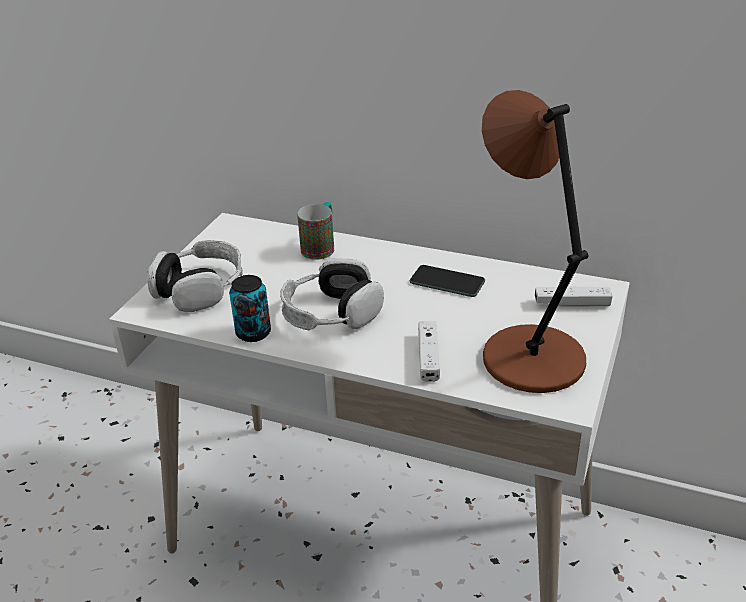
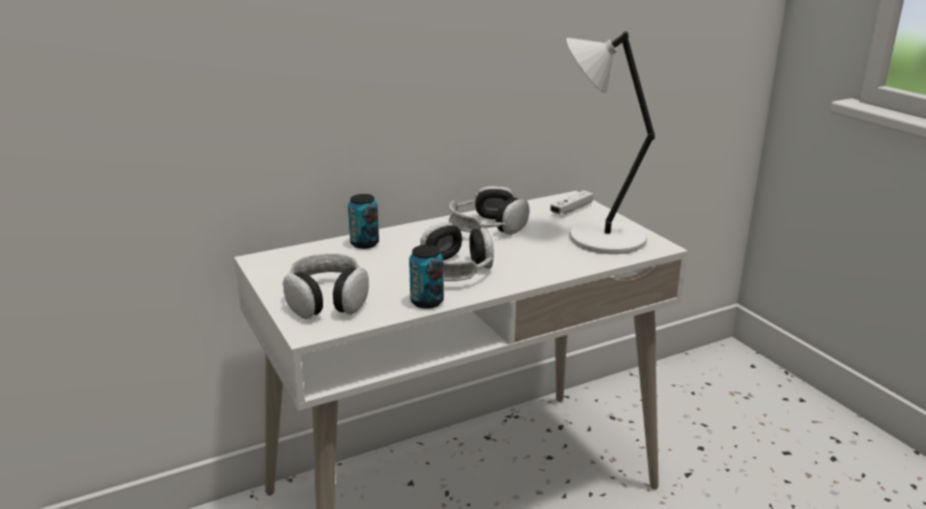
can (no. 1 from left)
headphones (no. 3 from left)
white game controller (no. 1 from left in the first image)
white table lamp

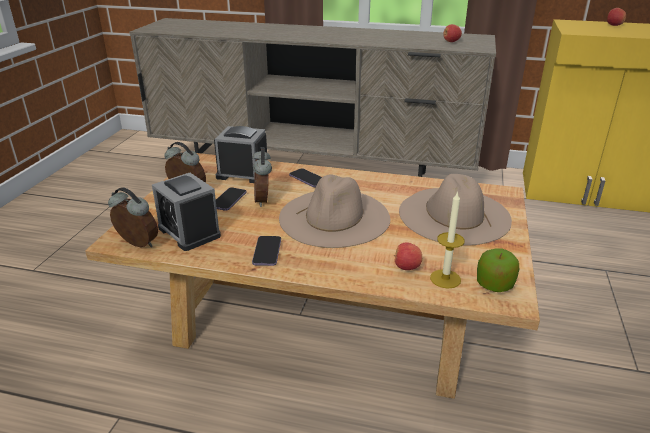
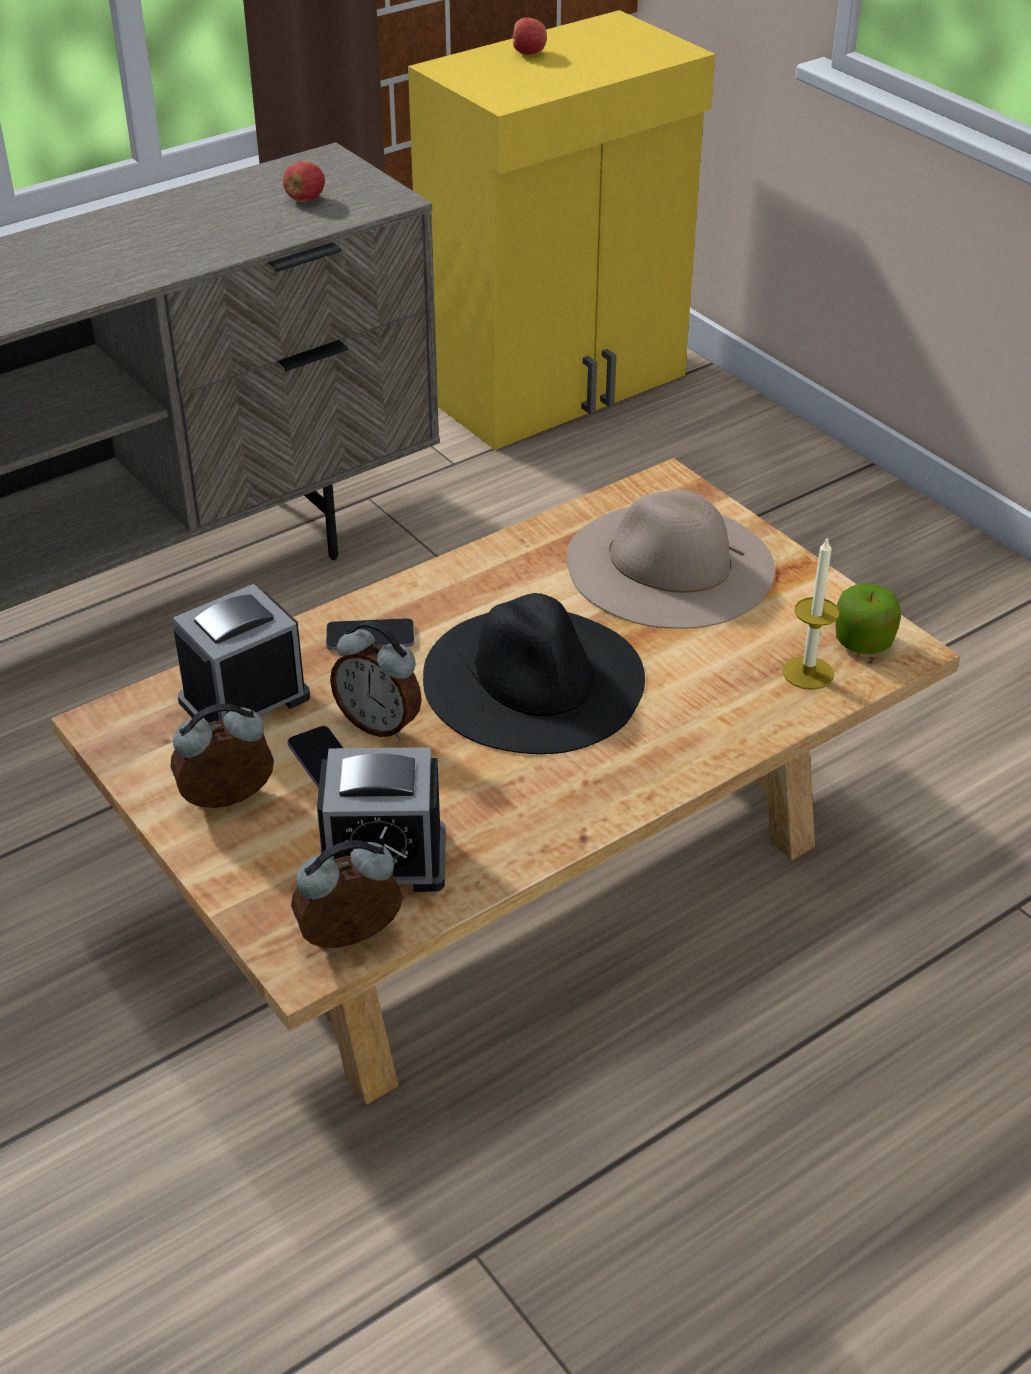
phone (no. 2 from left in the first image)
black hat
apple (no. 1 from left in the first image)

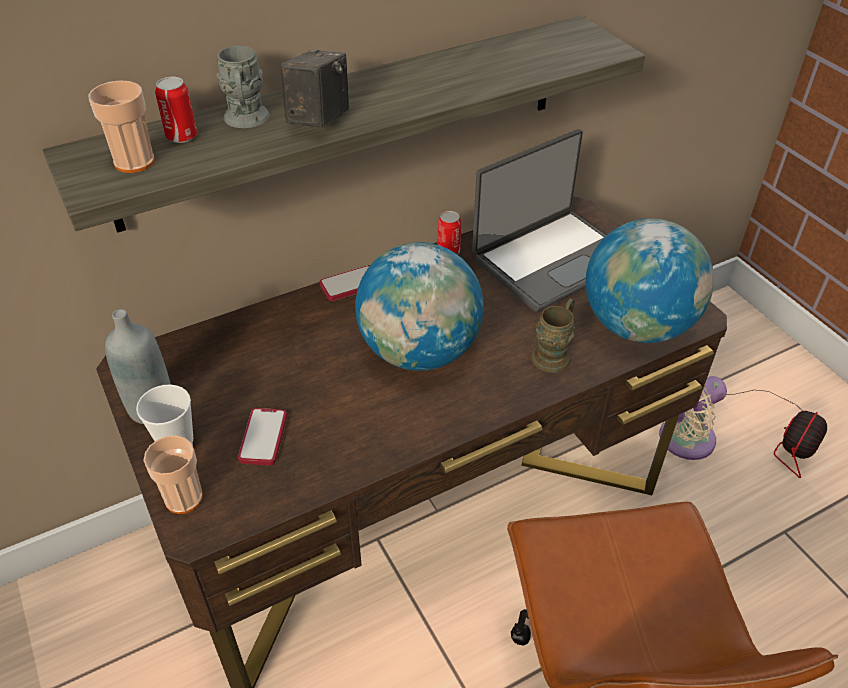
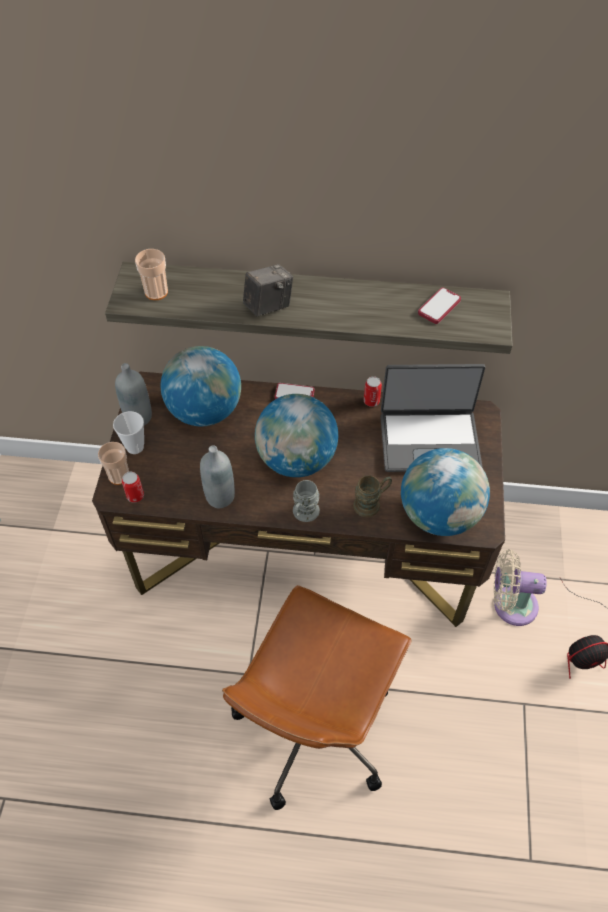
can (no. 1 from left)
grey mug
phone (no. 2 from left)
globe (no. 1 from left)
grey bottle (no. 2 from left)

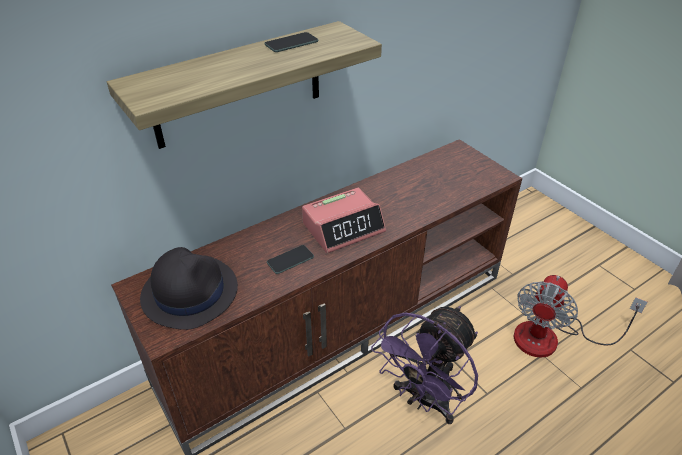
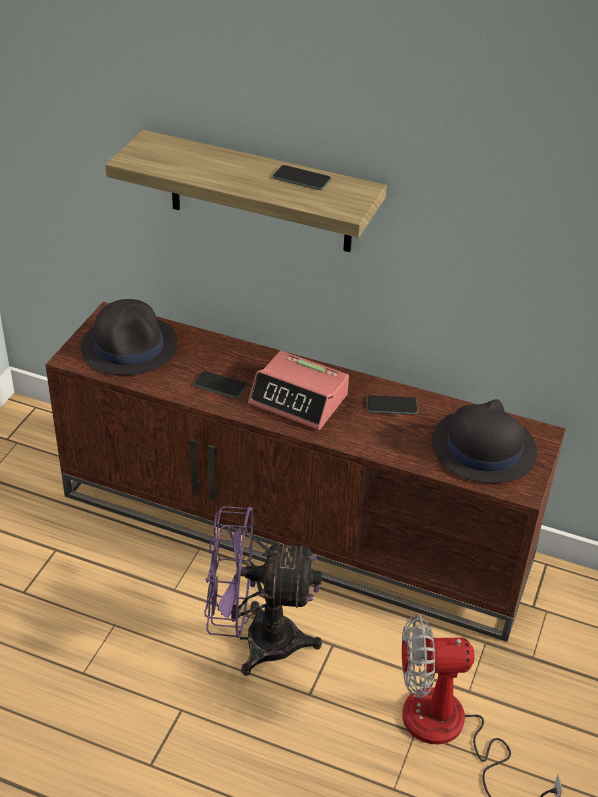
phone (no. 3 from left)
black hat (no. 2 from left)

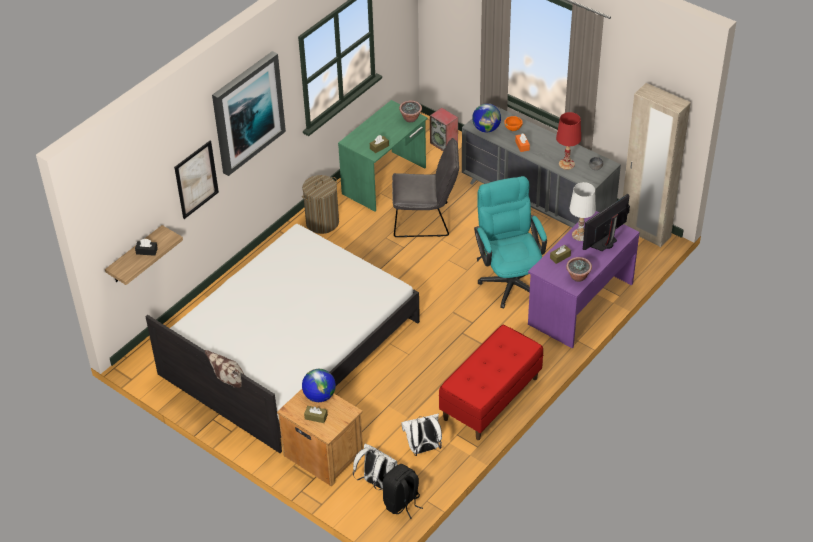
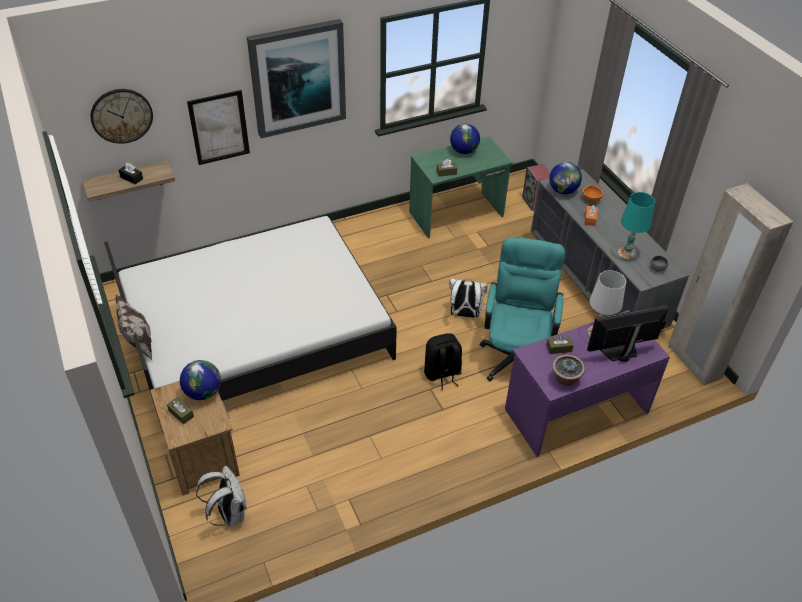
laundry basket
black backpack
grey chair
potted plant (no. 1 from left in the first image)
white backpack (no. 2 from left)
red bench
turquoise table lamp
wall clock
globe (no. 2 from left)

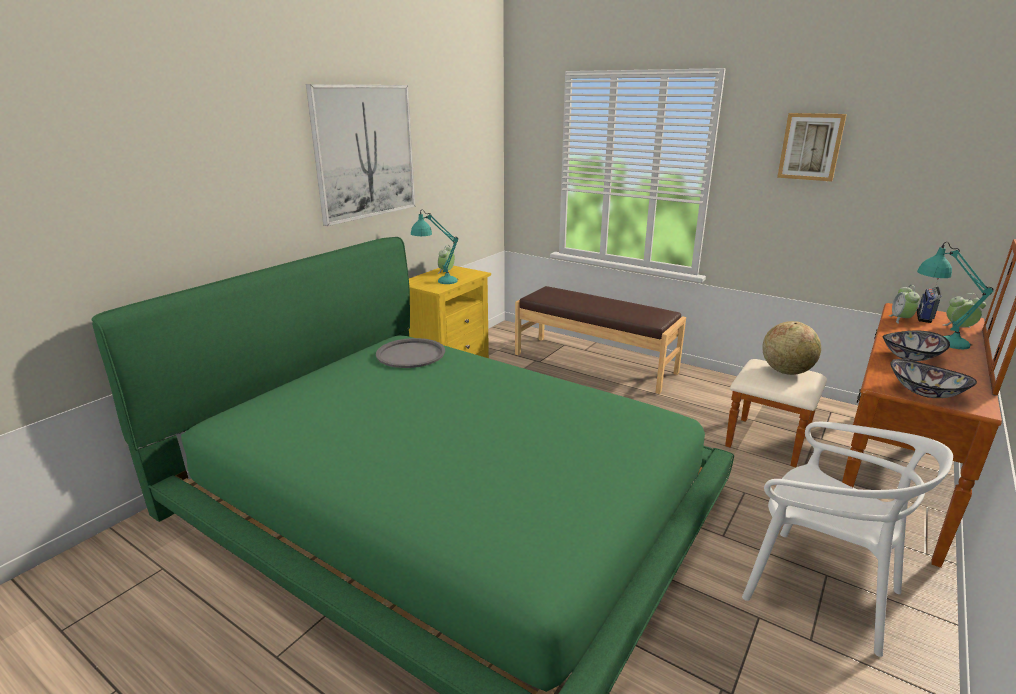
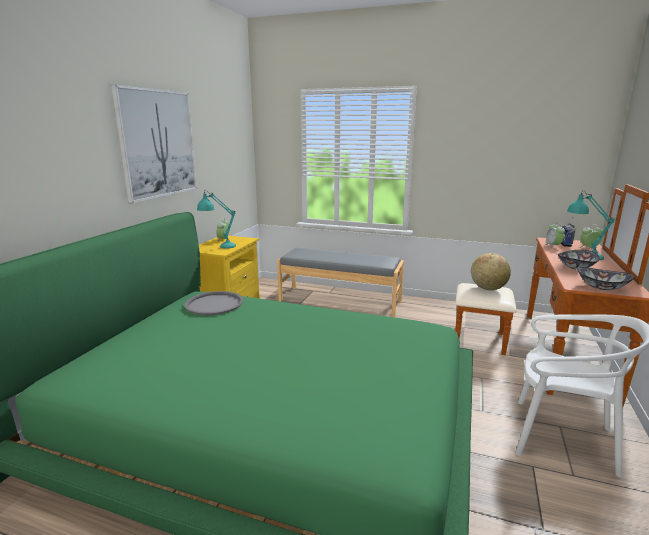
grey bench
picture (no. 2 from left in the first image)

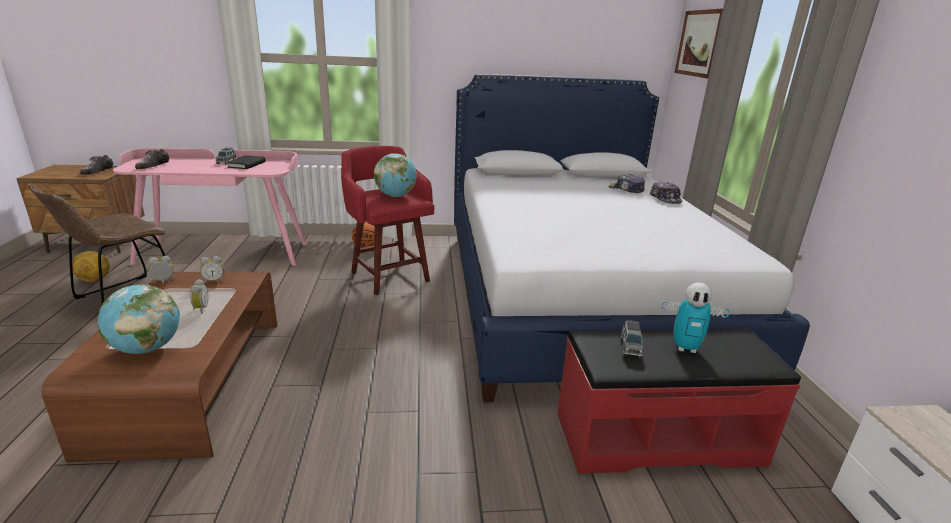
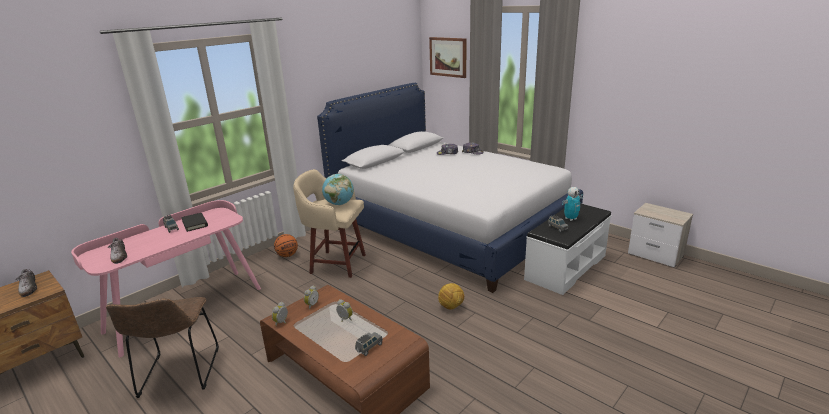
football
grey toy car (no. 2 from left)
beige stool
white bench

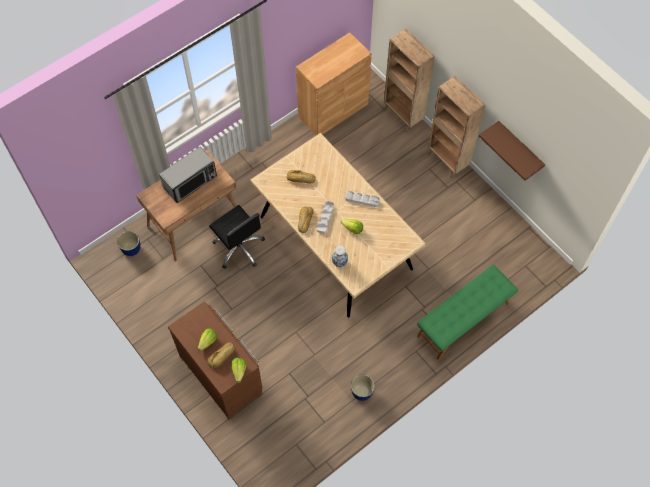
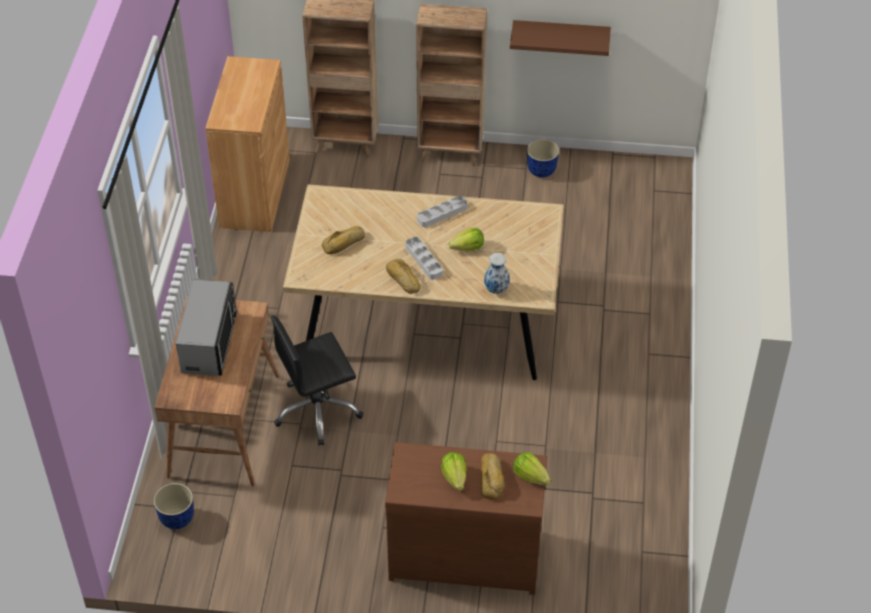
black office chair
planter (no. 2 from left)
green bench

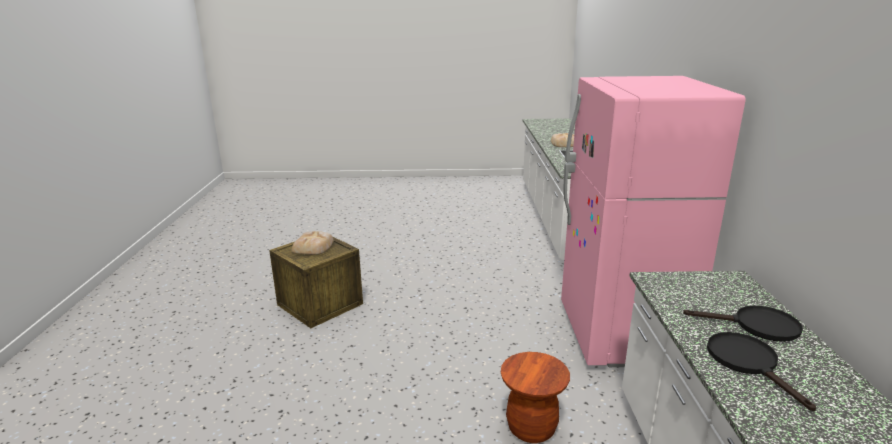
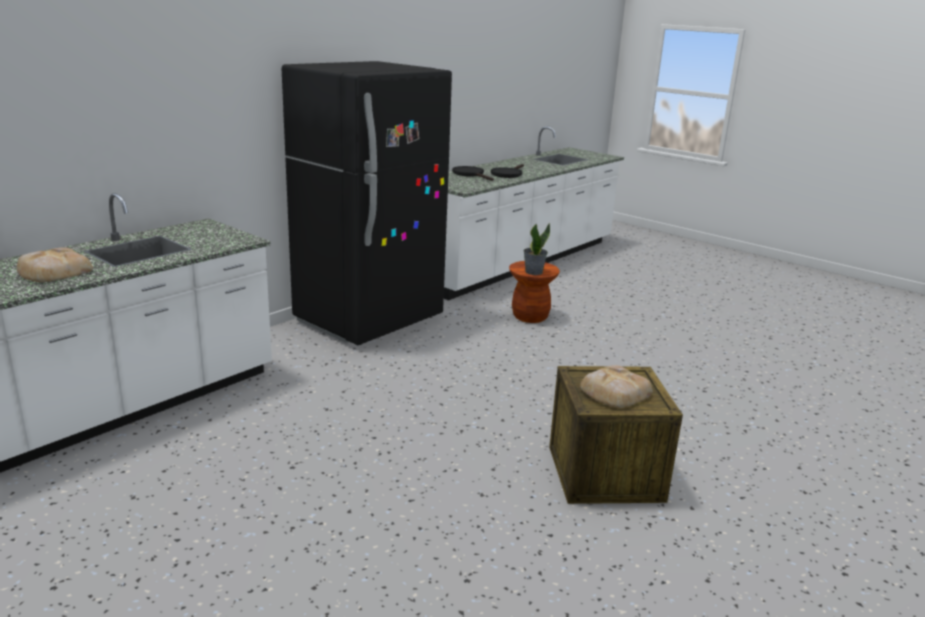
black fridge
potted plant

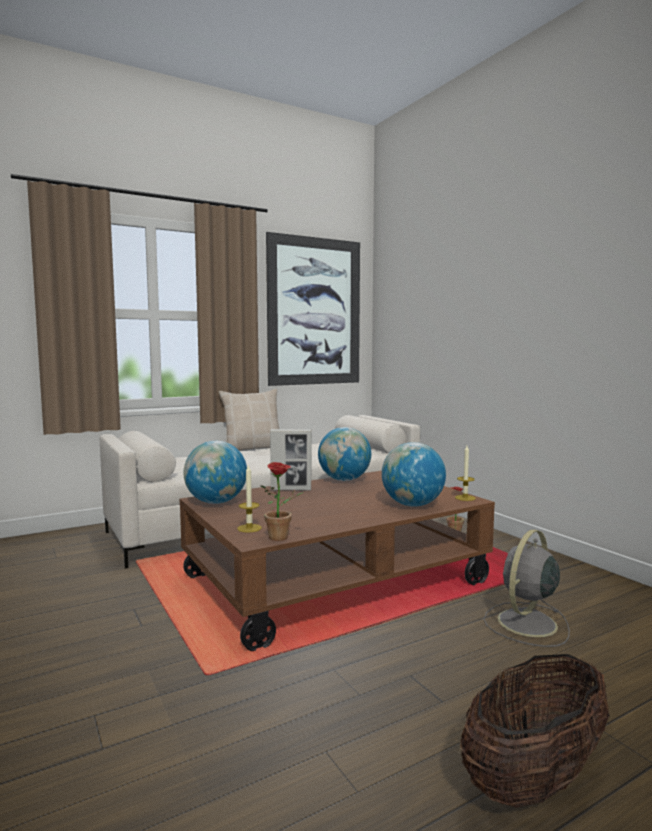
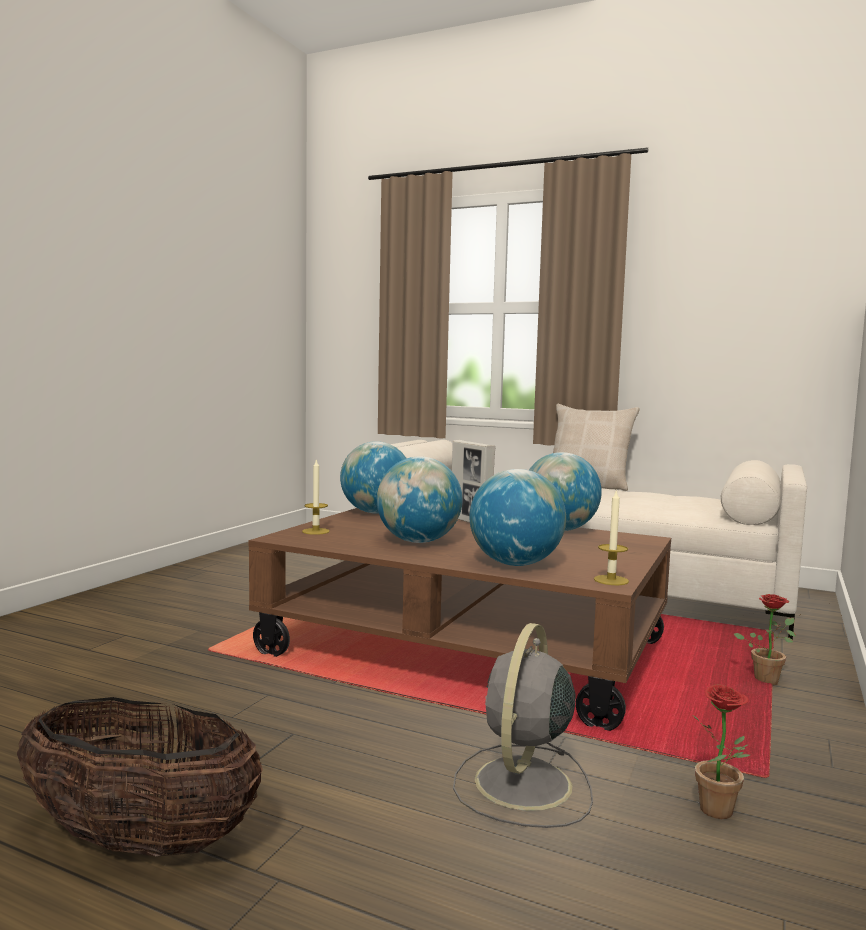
potted plant (no. 1 from left)
picture
grey fan
globe (no. 2 from left)

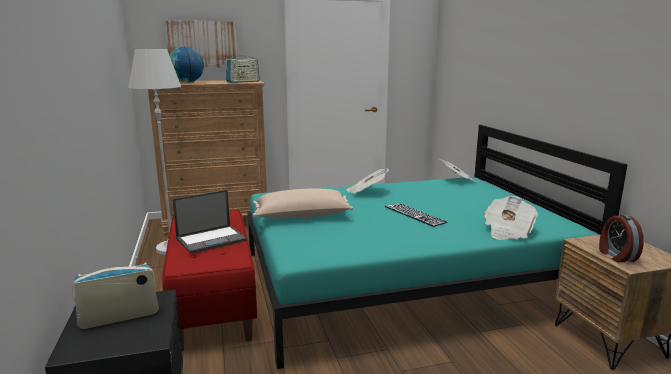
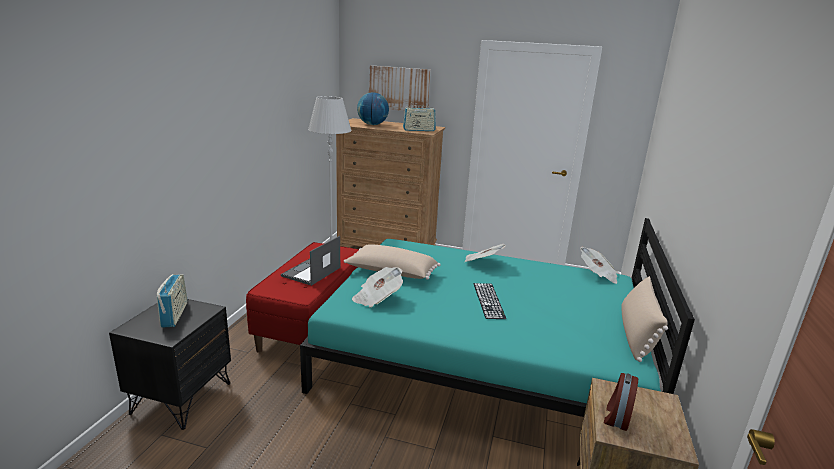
radio (no. 1 from left)
laptop
newspaper (no. 1 from left)
beige pillow (no. 2 from left)

